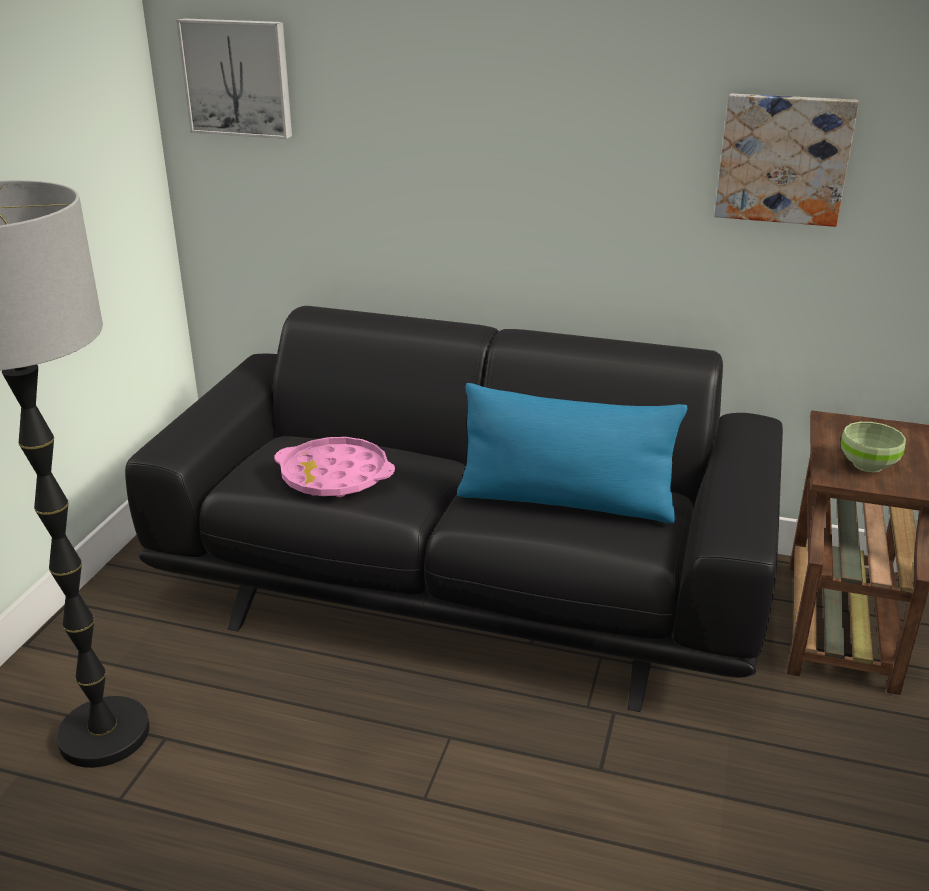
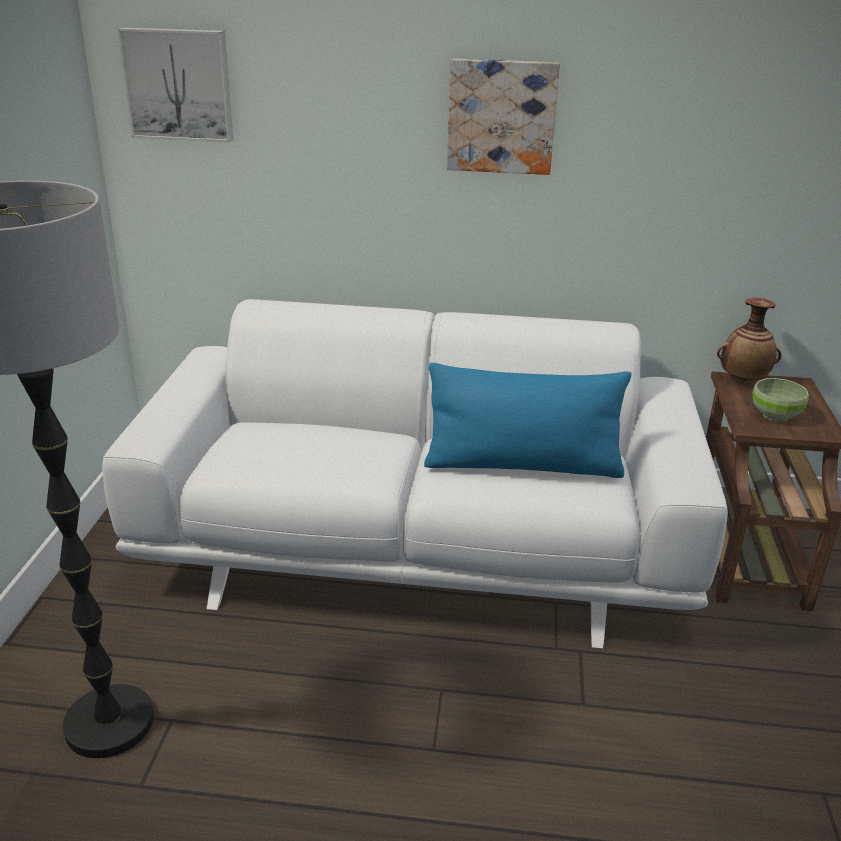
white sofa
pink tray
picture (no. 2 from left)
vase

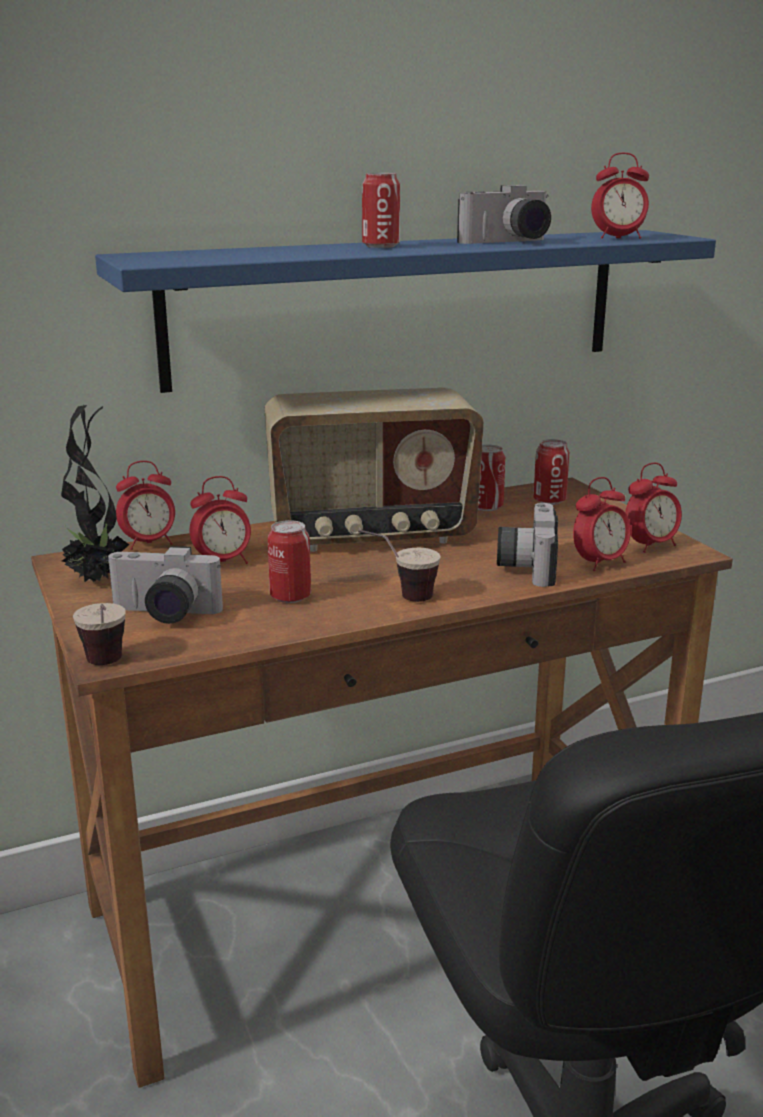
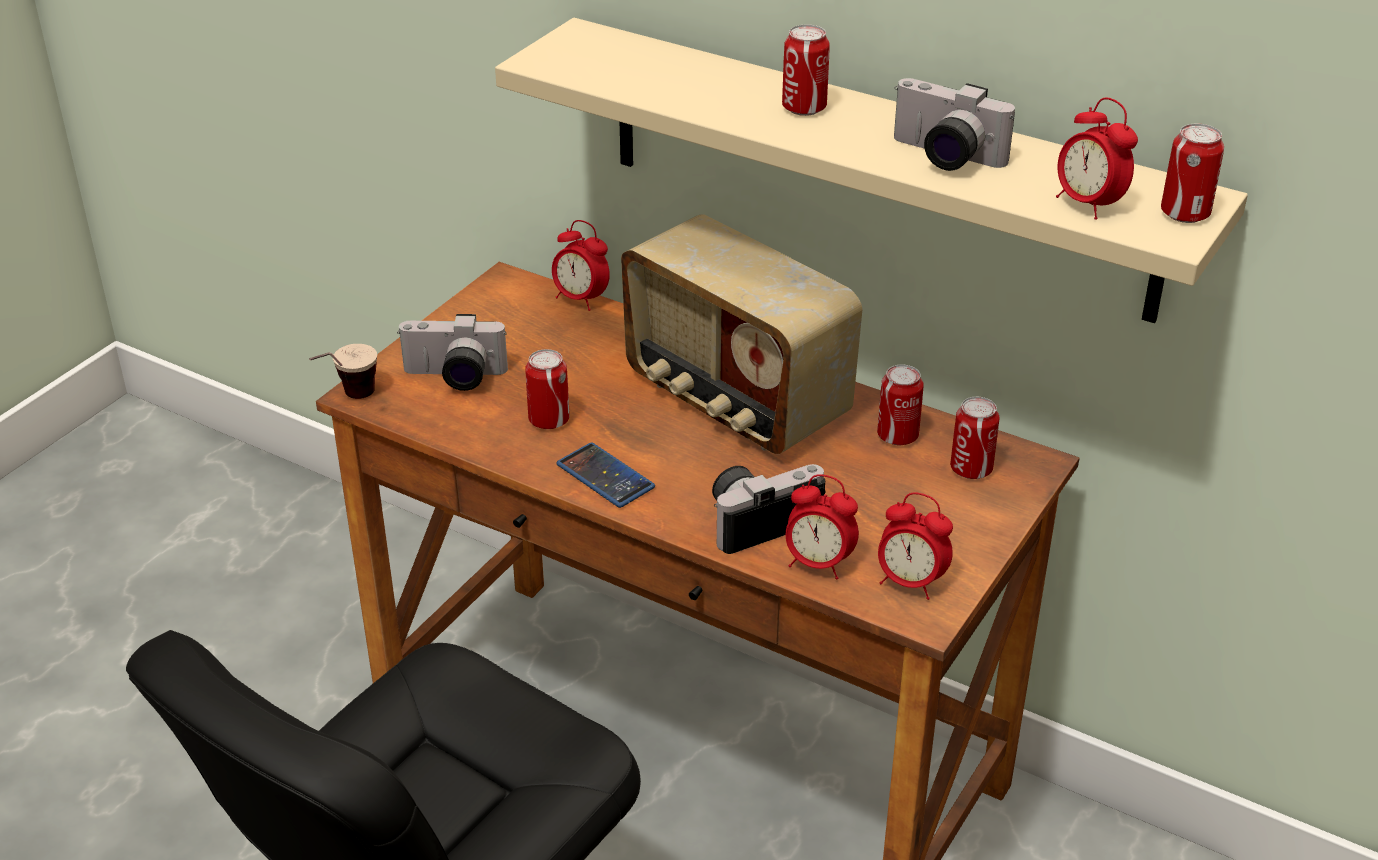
potted plant
beige shelf
photo camera (no. 1 from left)
alarm clock (no. 2 from left in the first image)
phone
can (no. 5 from left)

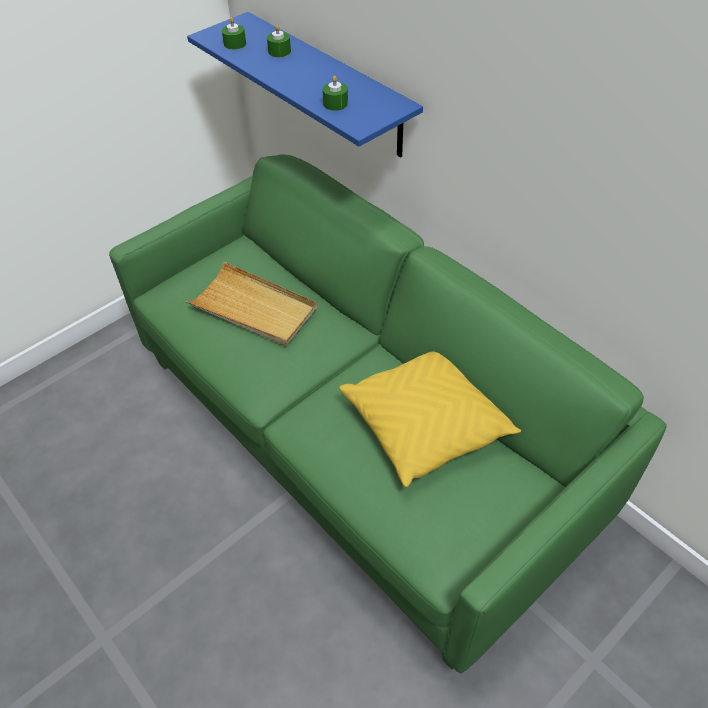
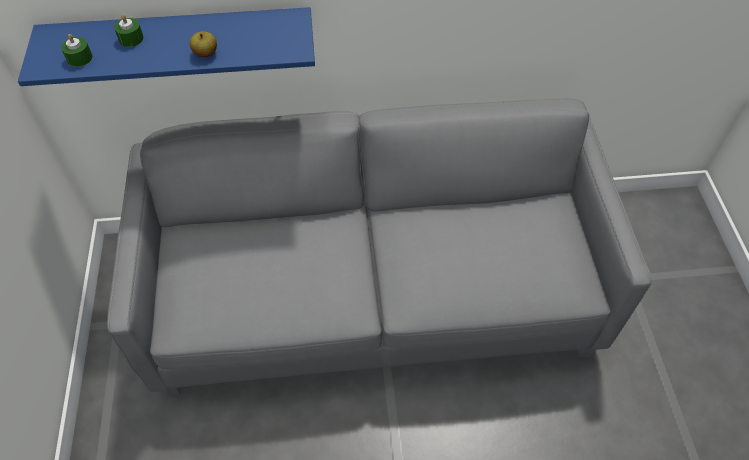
grey sofa
beige tray
green candle (no. 3 from left in the first image)
yellow pillow
apple

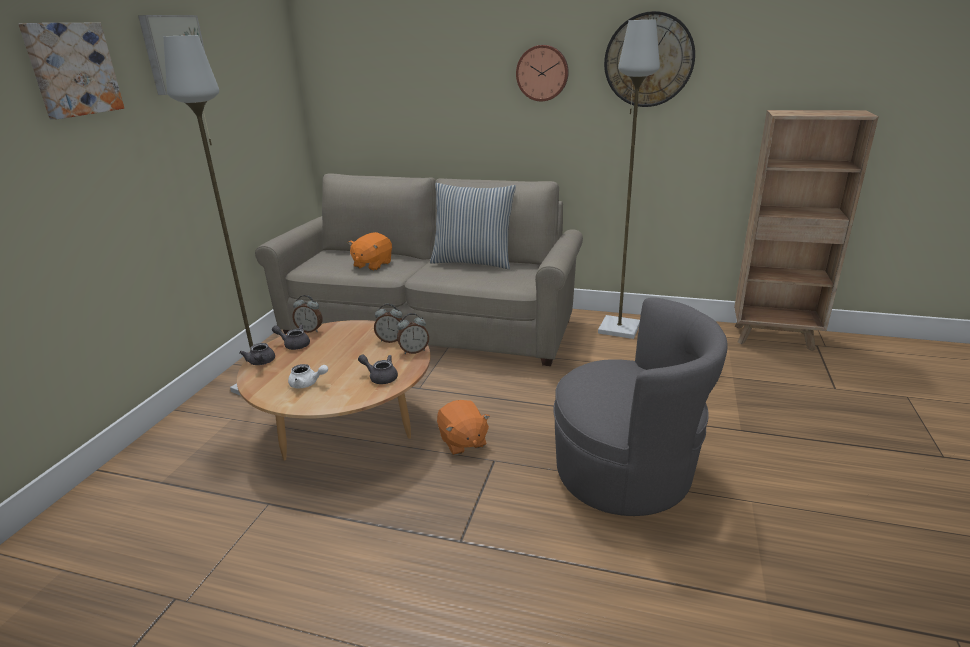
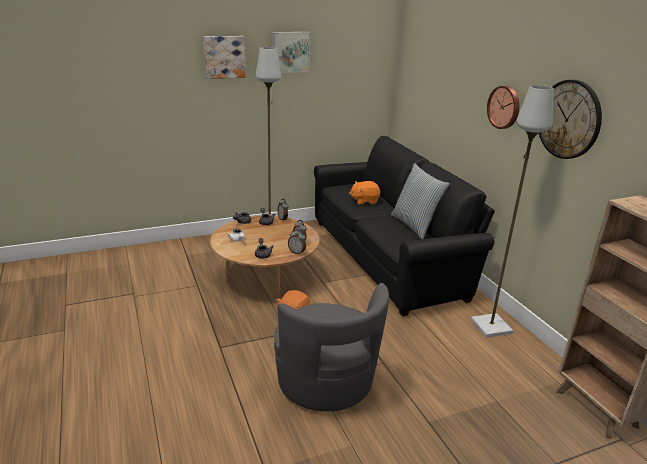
black sofa

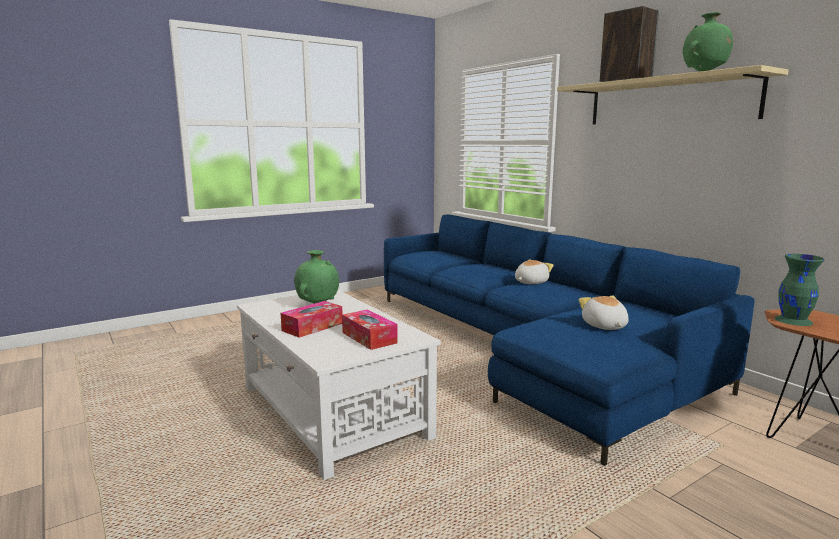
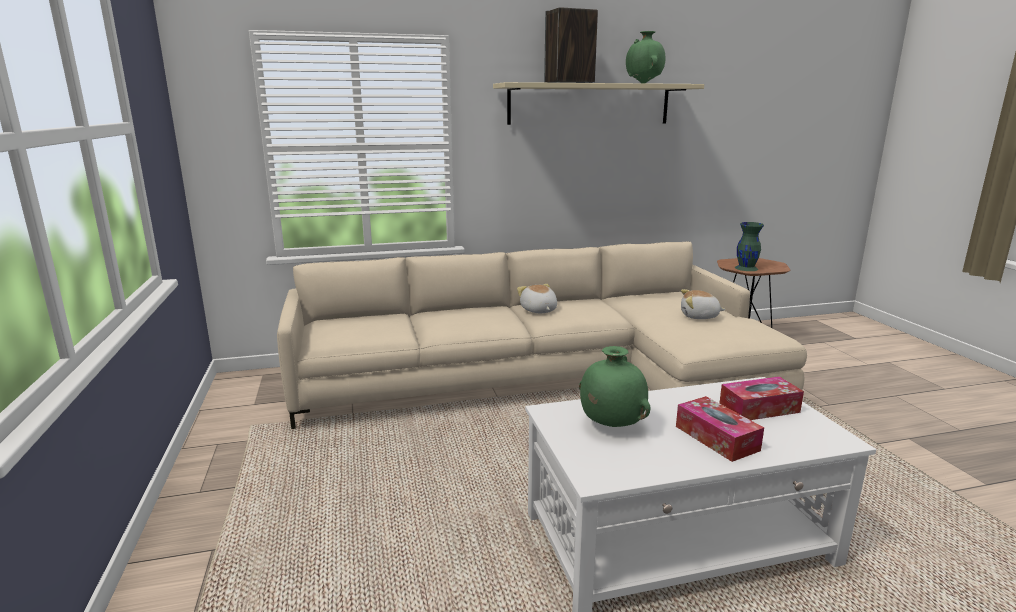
beige sofa

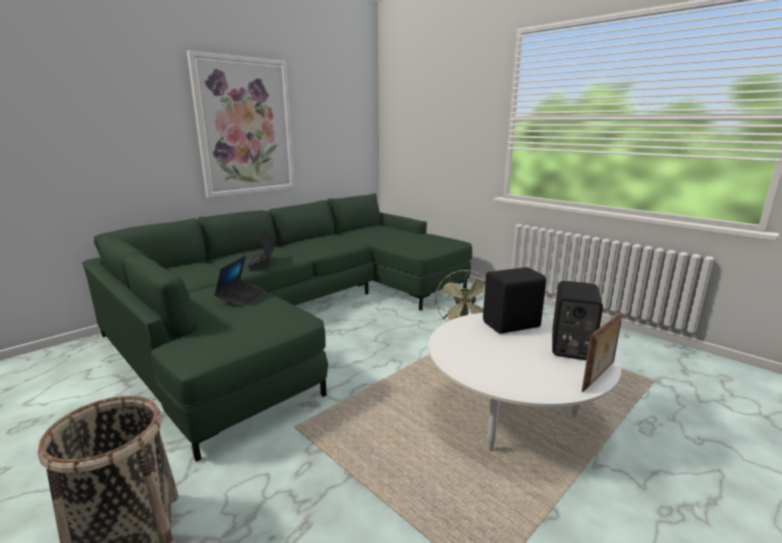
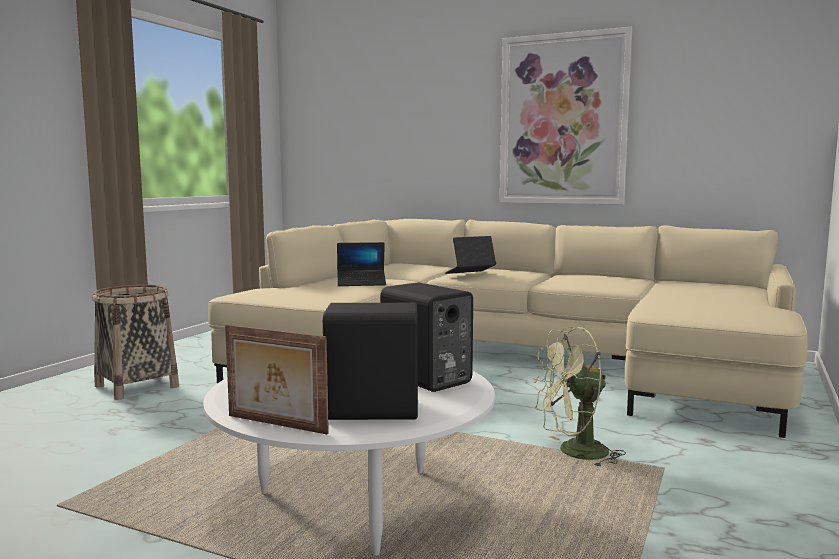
beige sofa

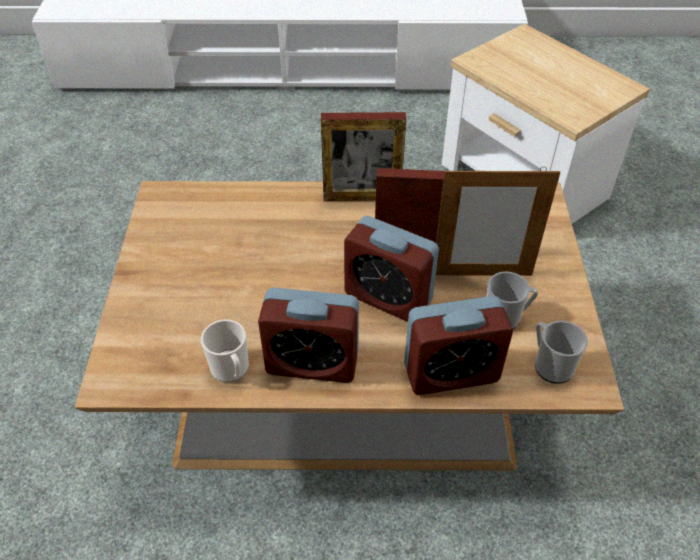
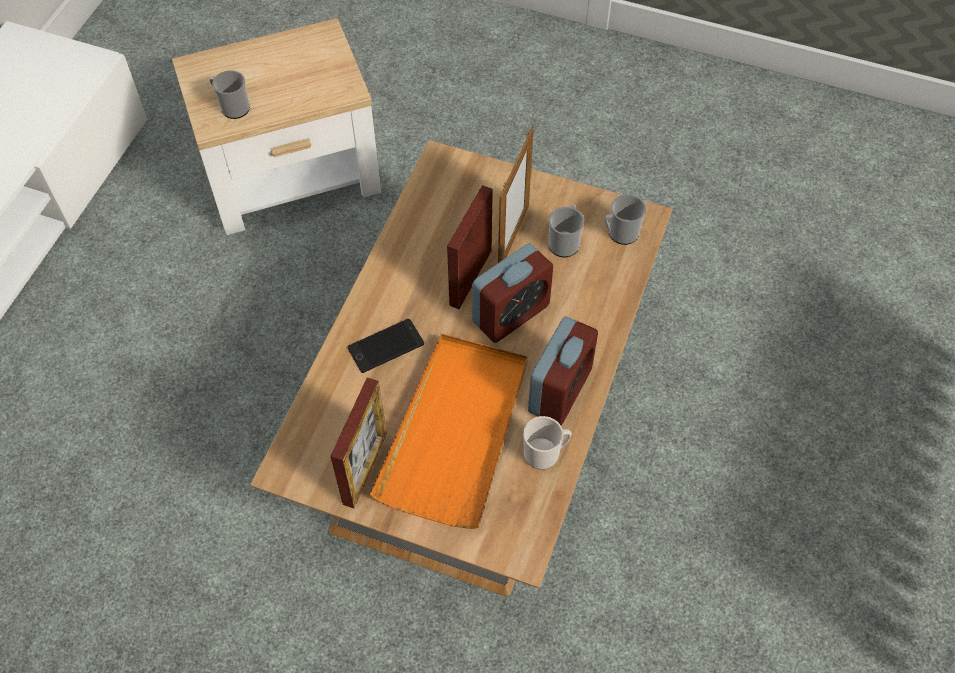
picture frame (no. 1 from left)
alarm clock (no. 3 from left in the first image)
mug (no. 1 from left)
phone
orange tray

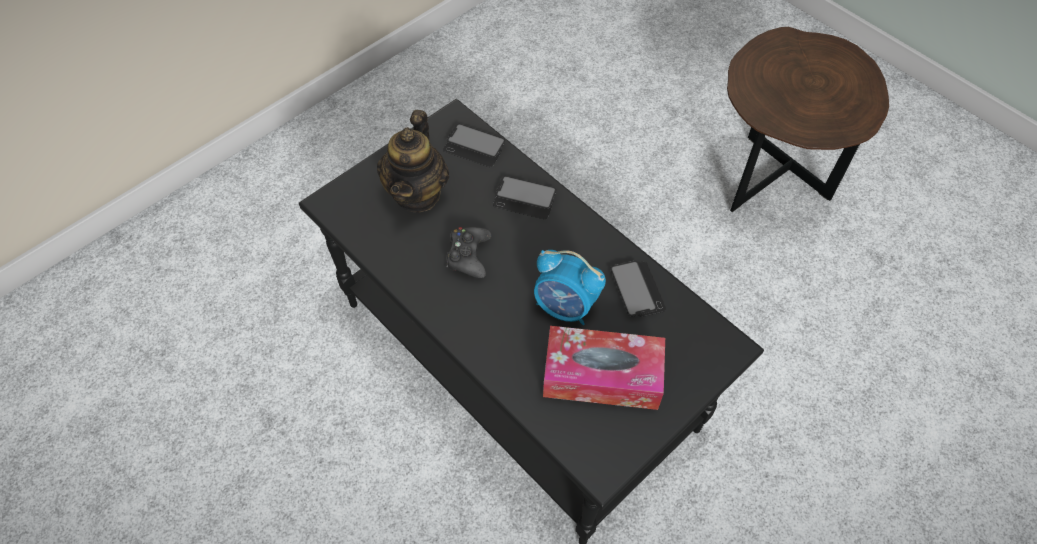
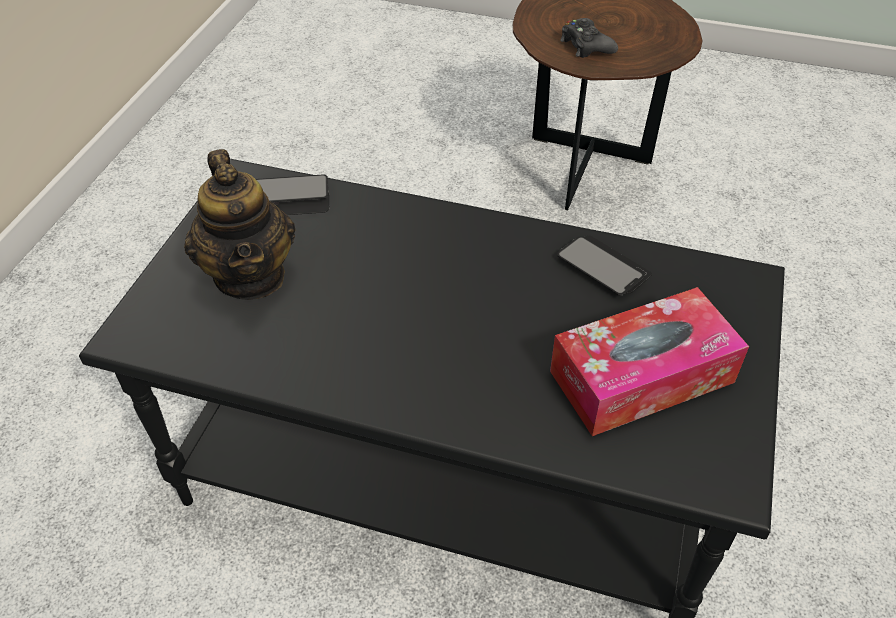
black game controller
phone (no. 2 from left in the first image)
alarm clock

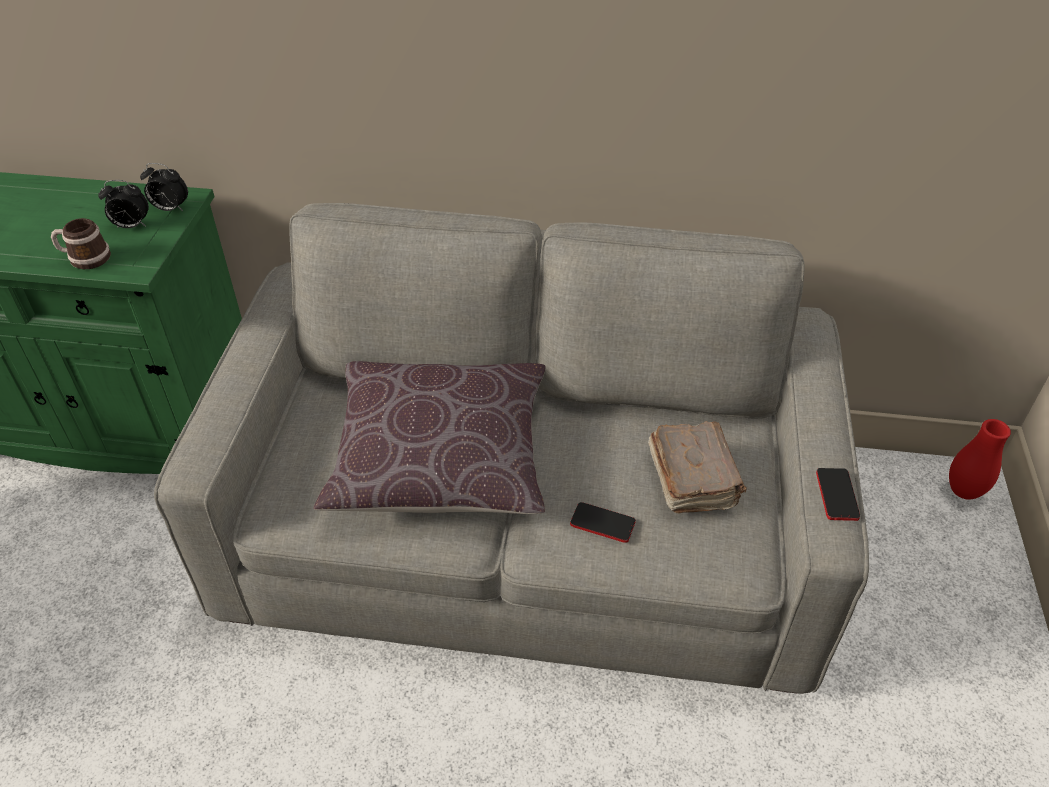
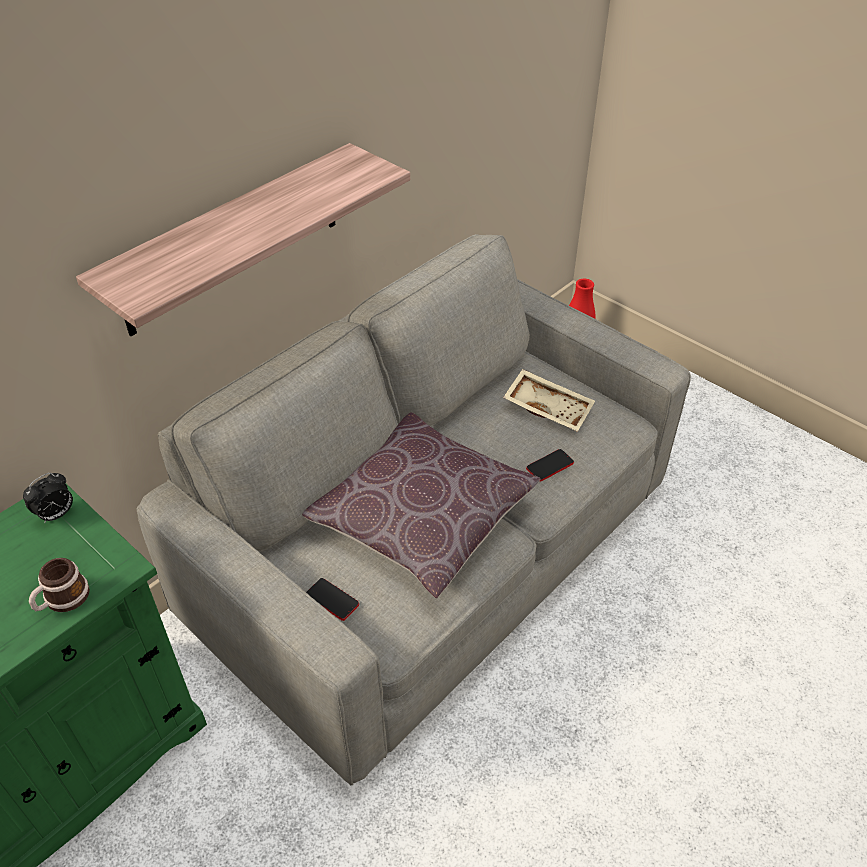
alarm clock (no. 1 from left in the first image)
beige tray
phone (no. 1 from left)
shelf

